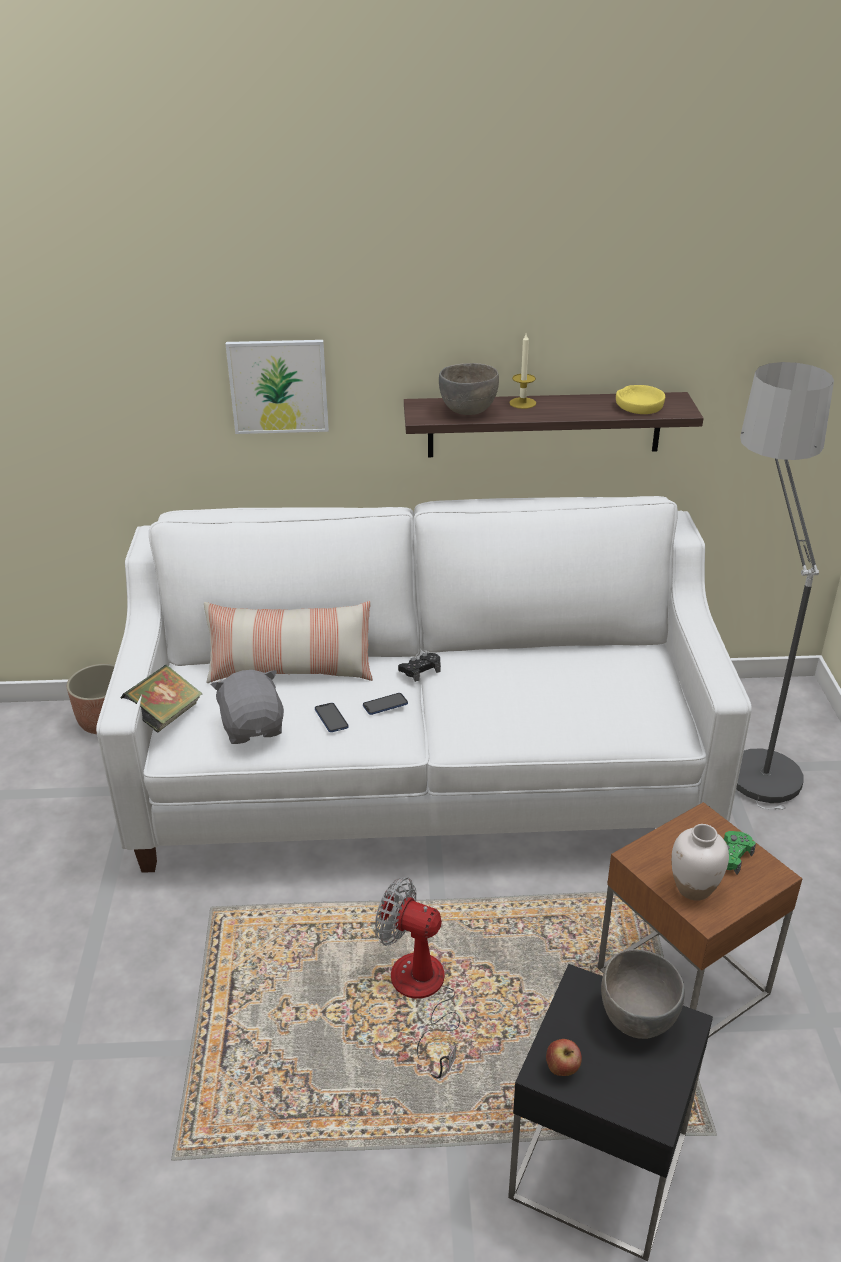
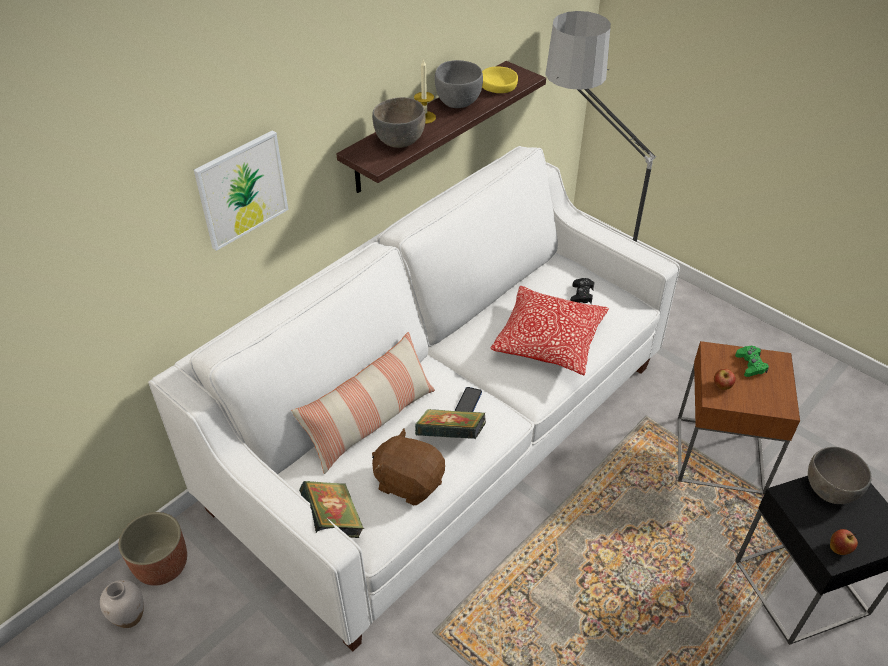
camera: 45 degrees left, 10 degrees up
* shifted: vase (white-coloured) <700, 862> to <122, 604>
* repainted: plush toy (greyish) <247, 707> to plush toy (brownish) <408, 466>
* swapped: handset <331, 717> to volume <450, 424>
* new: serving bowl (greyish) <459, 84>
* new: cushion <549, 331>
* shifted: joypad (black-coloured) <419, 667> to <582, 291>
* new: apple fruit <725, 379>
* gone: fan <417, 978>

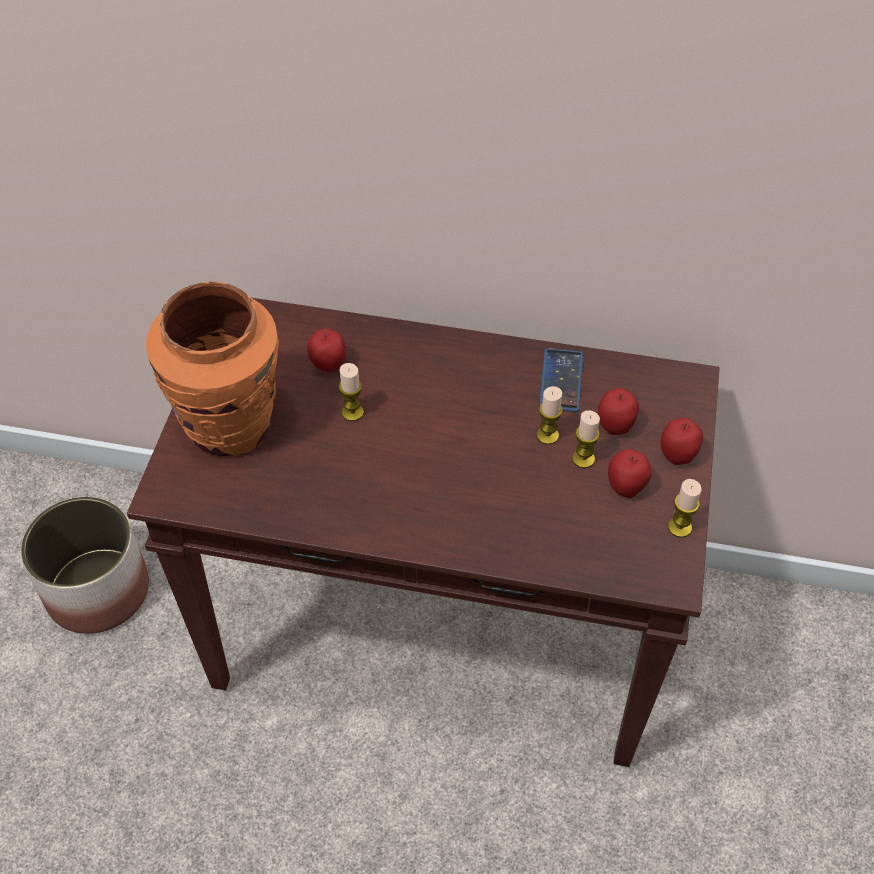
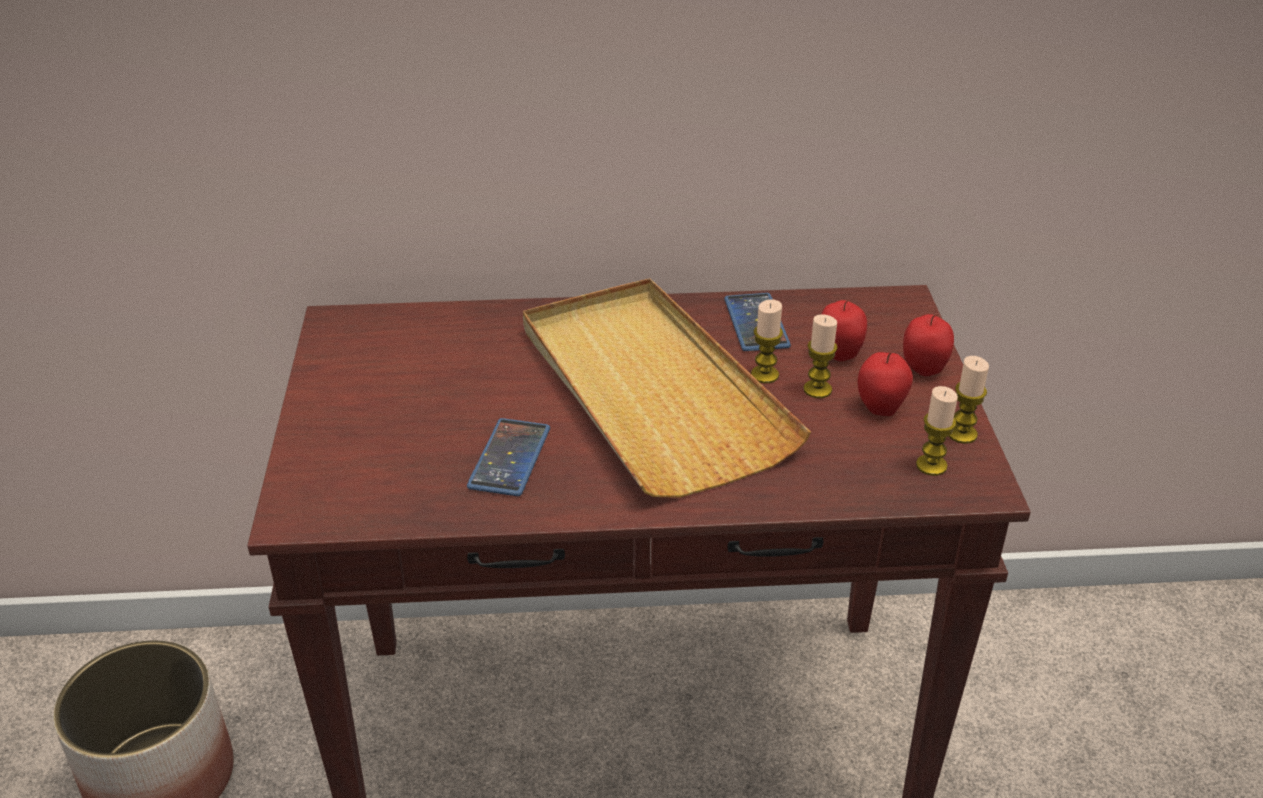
camera: 15 degrees left, 15 degrees down
* new: handset <508, 457>
* new: serving tray (beige-coloured) <667, 387>
* shifted: candle <351, 392> to <937, 431>
* gone: vase (orange) <212, 369>
* gone: apple fruit <326, 350>

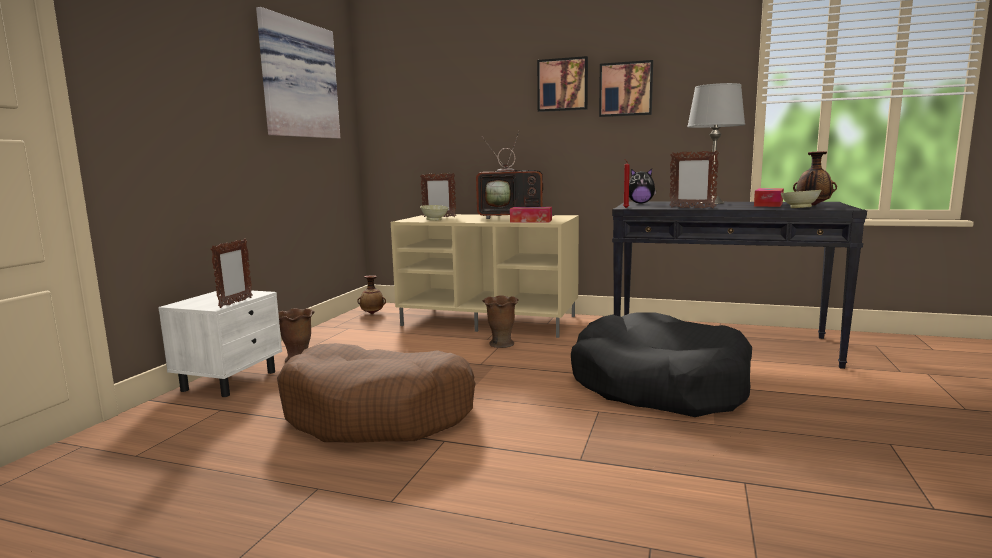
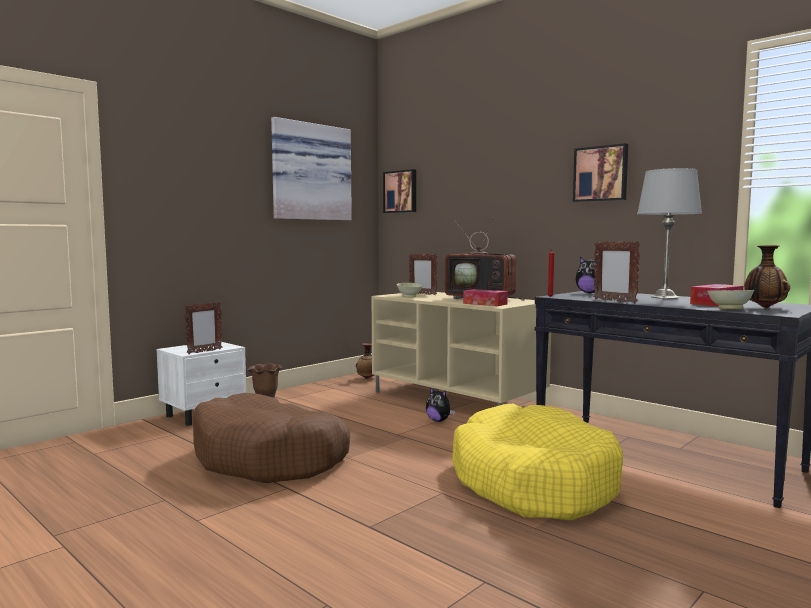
camera: 25 degrees right, 5 degrees down
* shifted: wall art <562, 84> to <399, 191>
* swapped: vase (brownish) <501, 321> to plush toy <440, 404>
* repainted: pet bed (black-coloured) <661, 364> to pet bed (yellow) <537, 462>

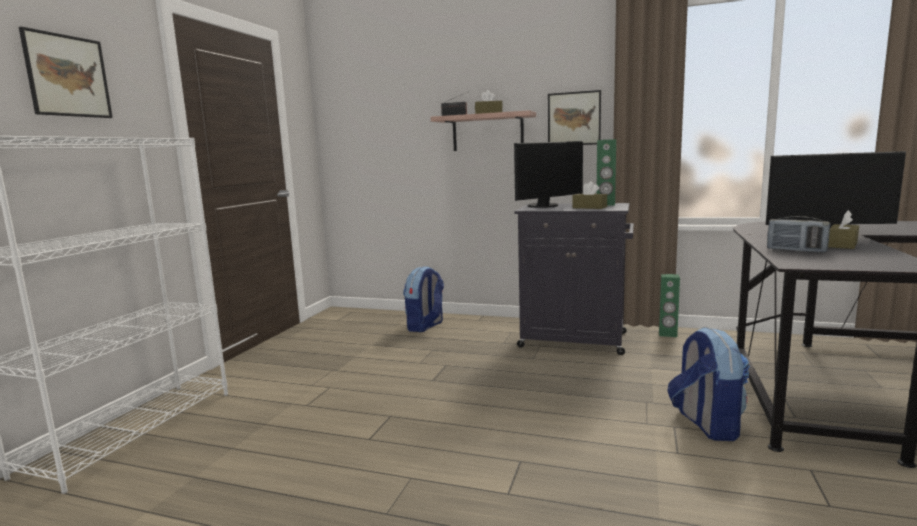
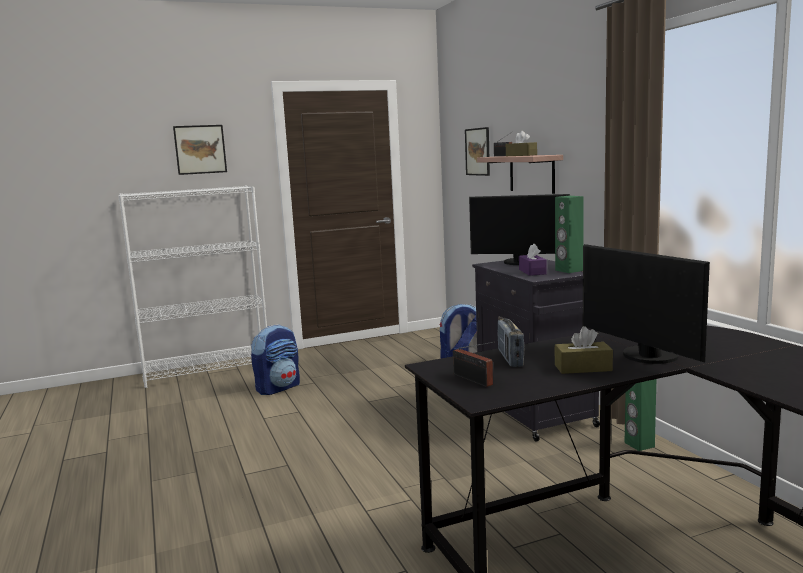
camera: 50 degrees right, 0 degrees up
* shifted: backpack <709, 384> to <275, 359>
* new: radio <474, 364>
* shifted: wall art <574, 117> to <477, 151>
* repainted: tissue holder (brownish) <590, 195> to tissue holder (purplish) <533, 259>

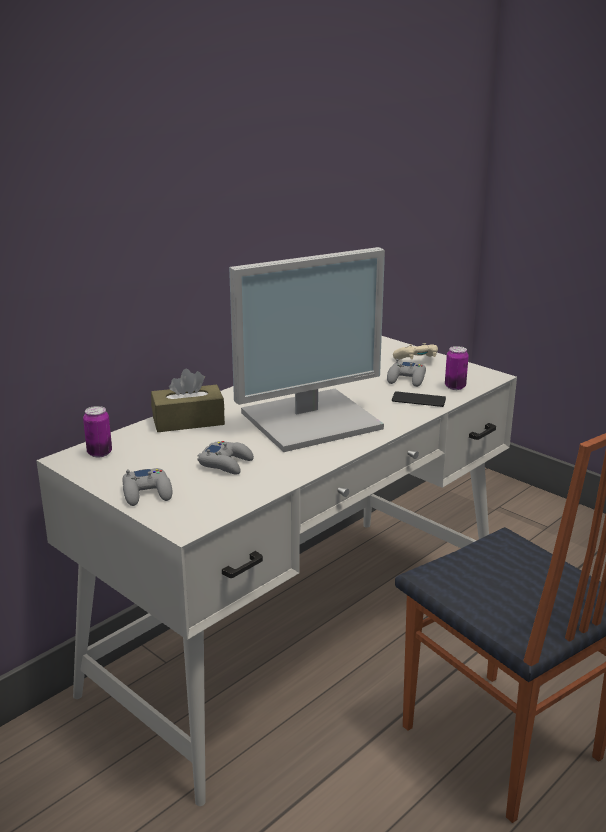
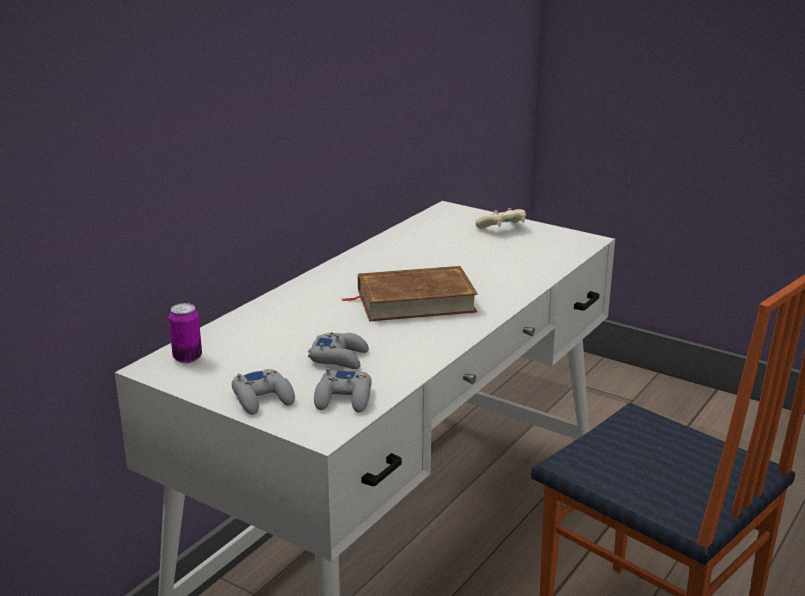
camera: 10 degrees left, 0 degrees up
* shifted: joypad (greyish) <406, 373> to <343, 390>
* swapped: computer screen <307, 349> to volume (brownish) <410, 293>
* gone: tissue holder (brownish) <188, 400>
* gone: handset <419, 399>
* gone: sealed can <457, 368>

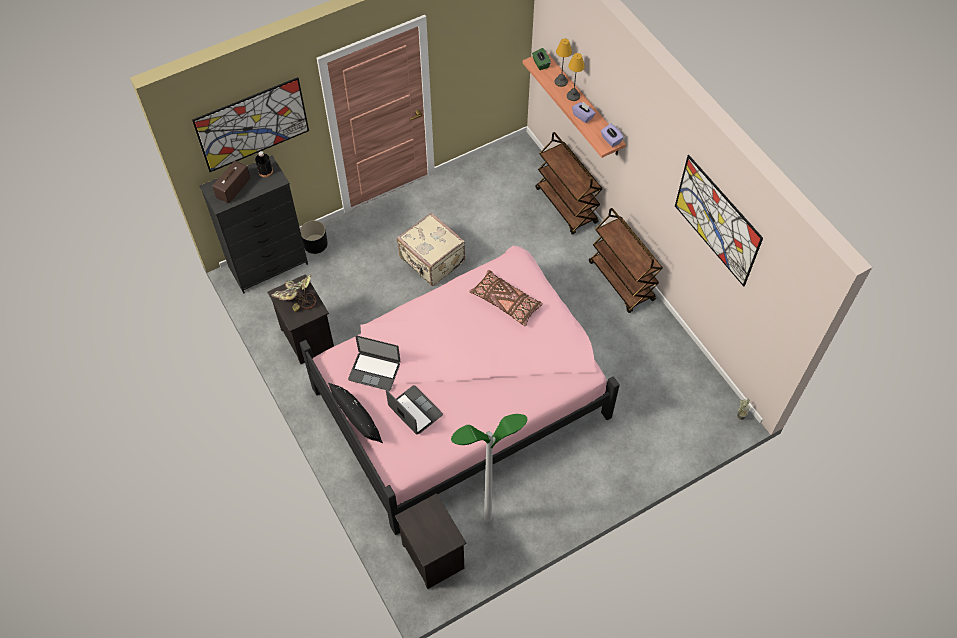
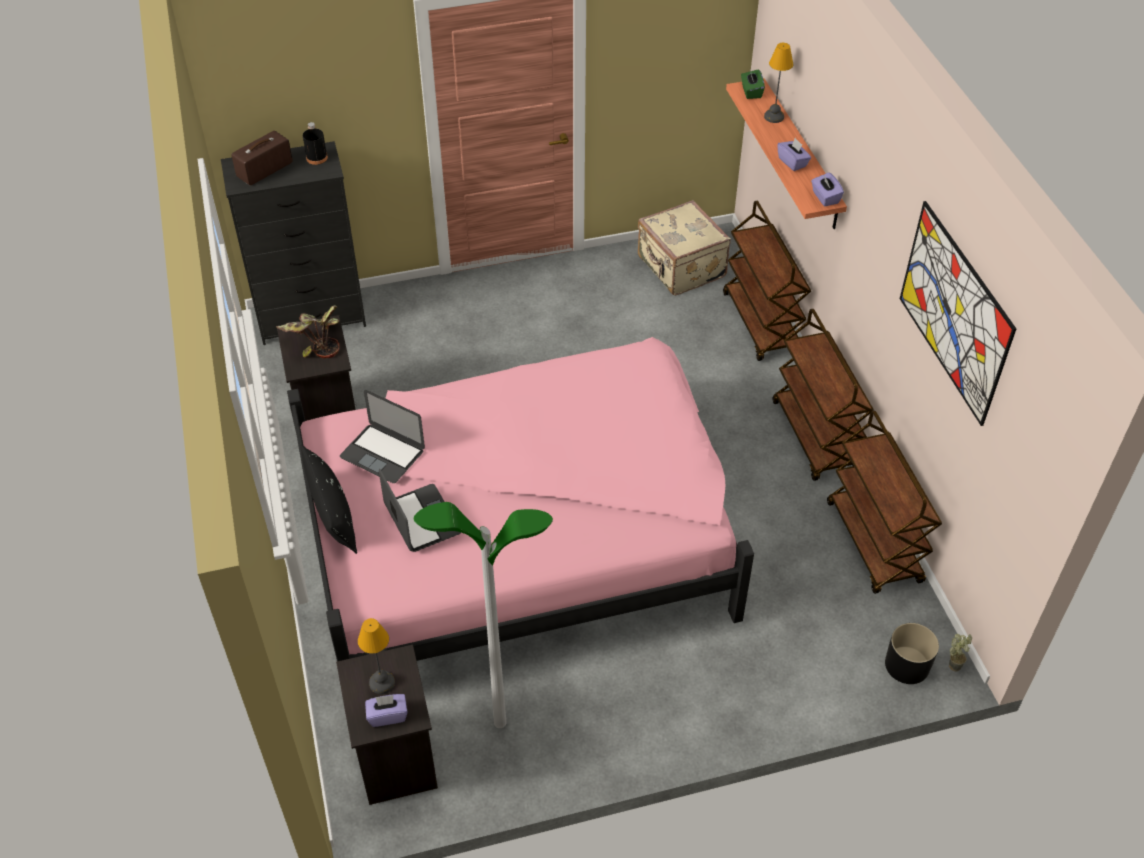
camera: 15 degrees right, 10 degrees down
* shifted: lamp for a table <576, 77> to <376, 656>
* new: tissue holder (purplish) <386, 710>
* shifted: travel case (beige-coloured) <431, 249> to <684, 247>
* new: trolley (brownish) <884, 502>
* shifted: planter (black-coloured) <314, 237> to <912, 653>
* gone: wall art <250, 124>
* gone: cushion (brownish) <506, 298>

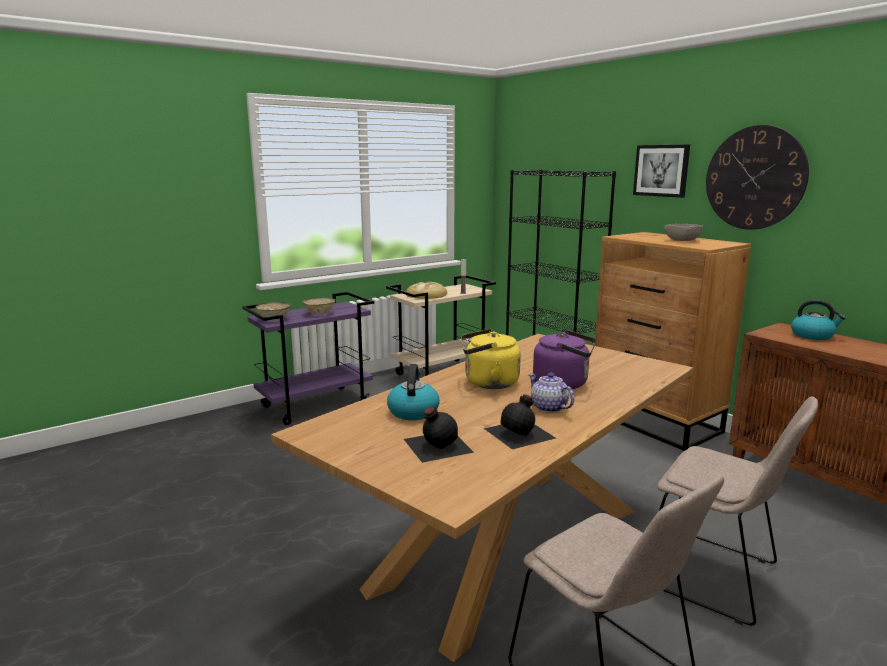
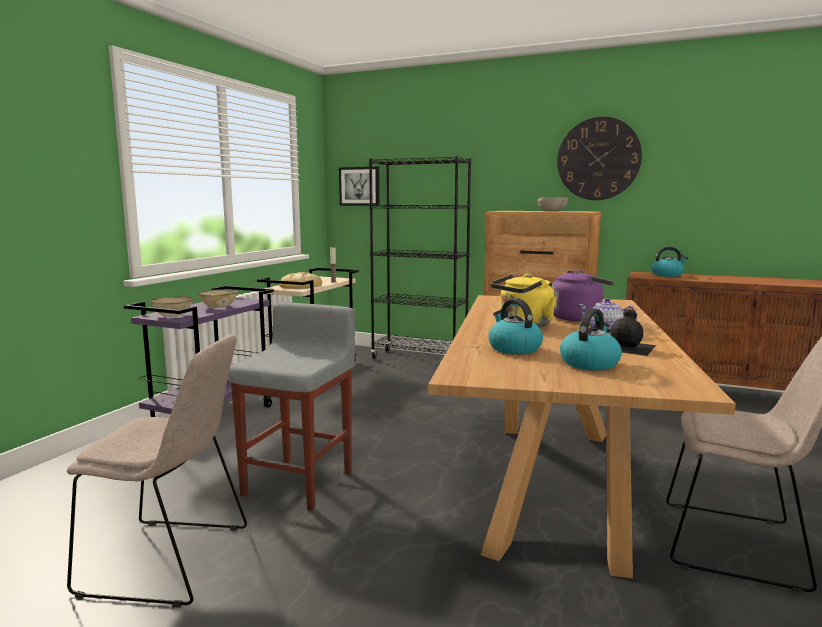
camera: 30 degrees left, 5 degrees down
* shifted: chair (beige-coloured) <737, 511> to <157, 471>
* new: sitting stool (greyish) <291, 406>
* shifted: wall art <661, 171> to <359, 186>
* swapped: drink bottle (black-coloured) <439, 435> to tea kettle <591, 339>

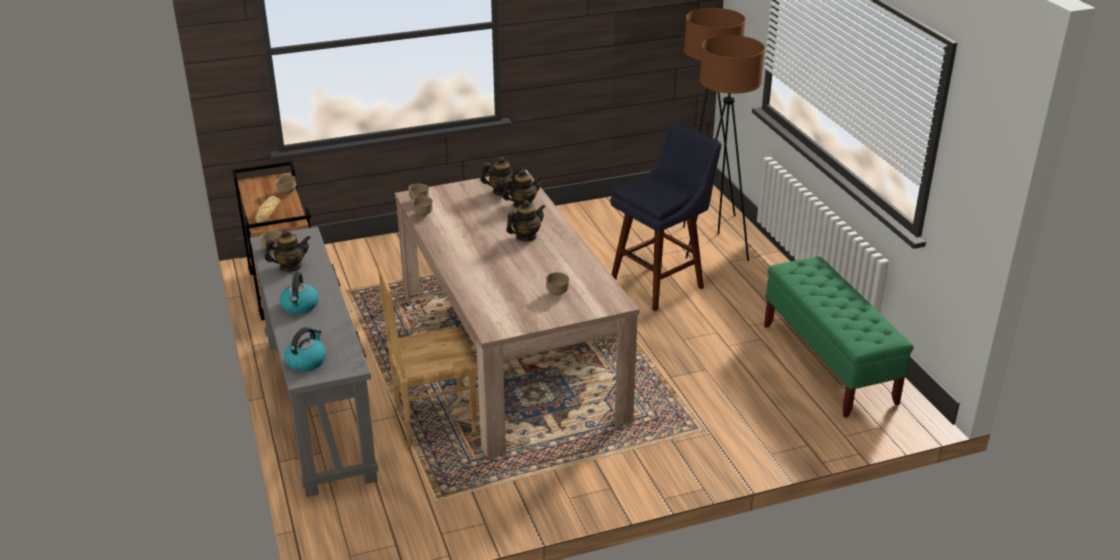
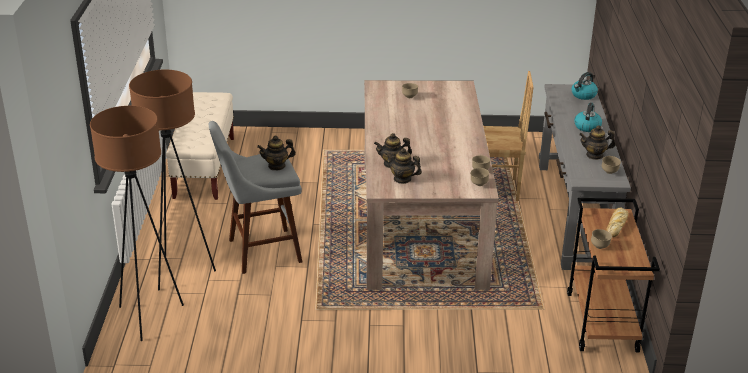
camera: 160 degrees left, 0 degrees up
* repainted: long seat (green-coloured) <839, 337> to long seat (beige-coloured) <200, 146>
* repainted: sitting stool (blue-coloured) <666, 216> to sitting stool (greyish) <256, 197>
* shifted: teapot <525, 220> to <276, 153>

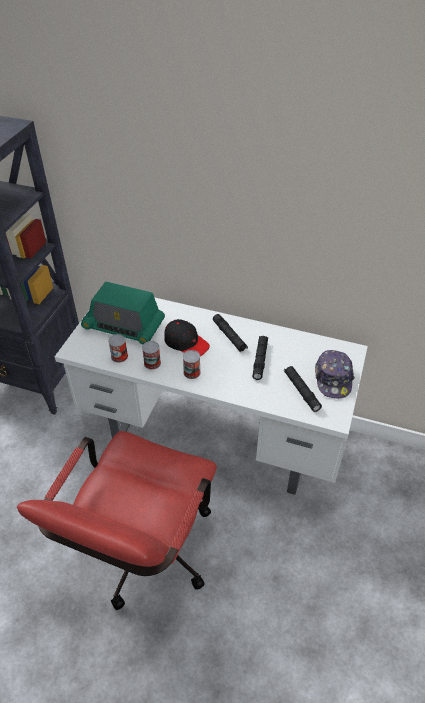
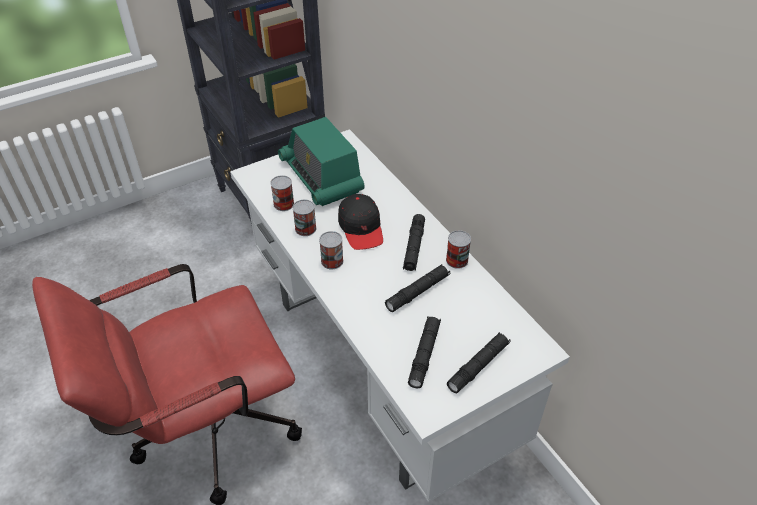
camera: 40 degrees right, 0 degrees up
* new: sealed can <458, 249>
* swapped: baseball cap <335, 374> to torch (black-coloured) <478, 363>

